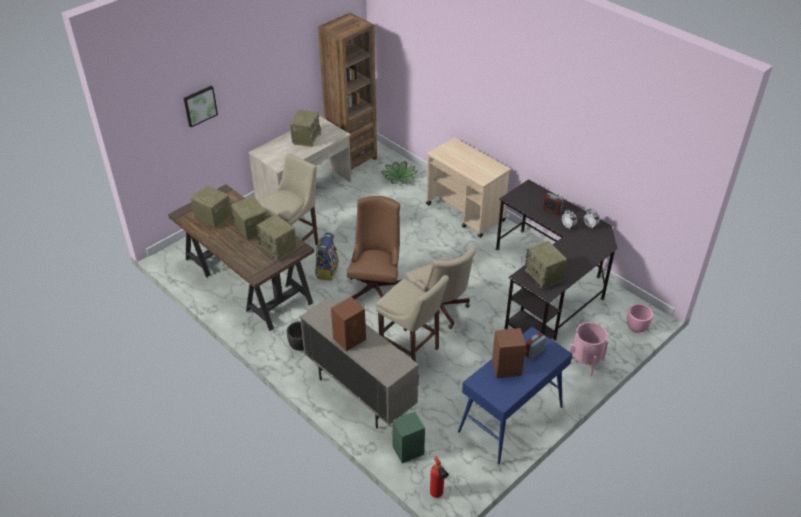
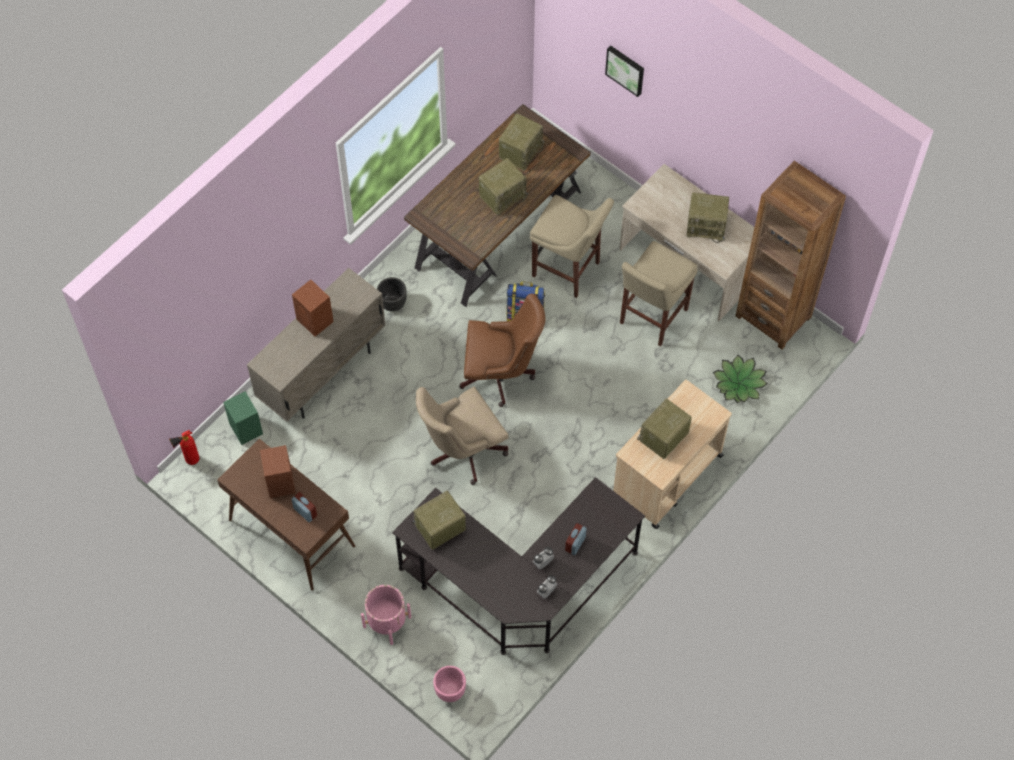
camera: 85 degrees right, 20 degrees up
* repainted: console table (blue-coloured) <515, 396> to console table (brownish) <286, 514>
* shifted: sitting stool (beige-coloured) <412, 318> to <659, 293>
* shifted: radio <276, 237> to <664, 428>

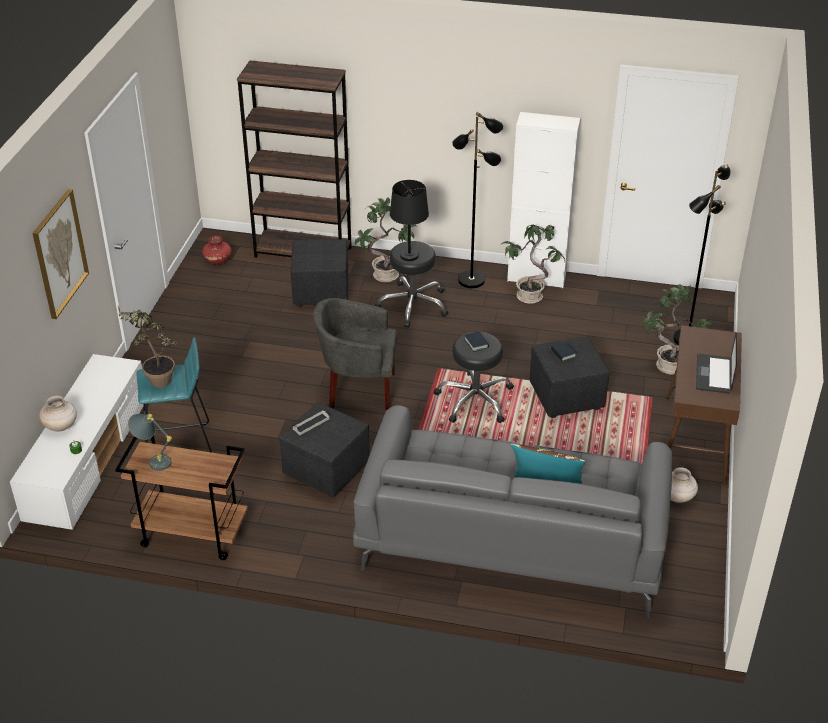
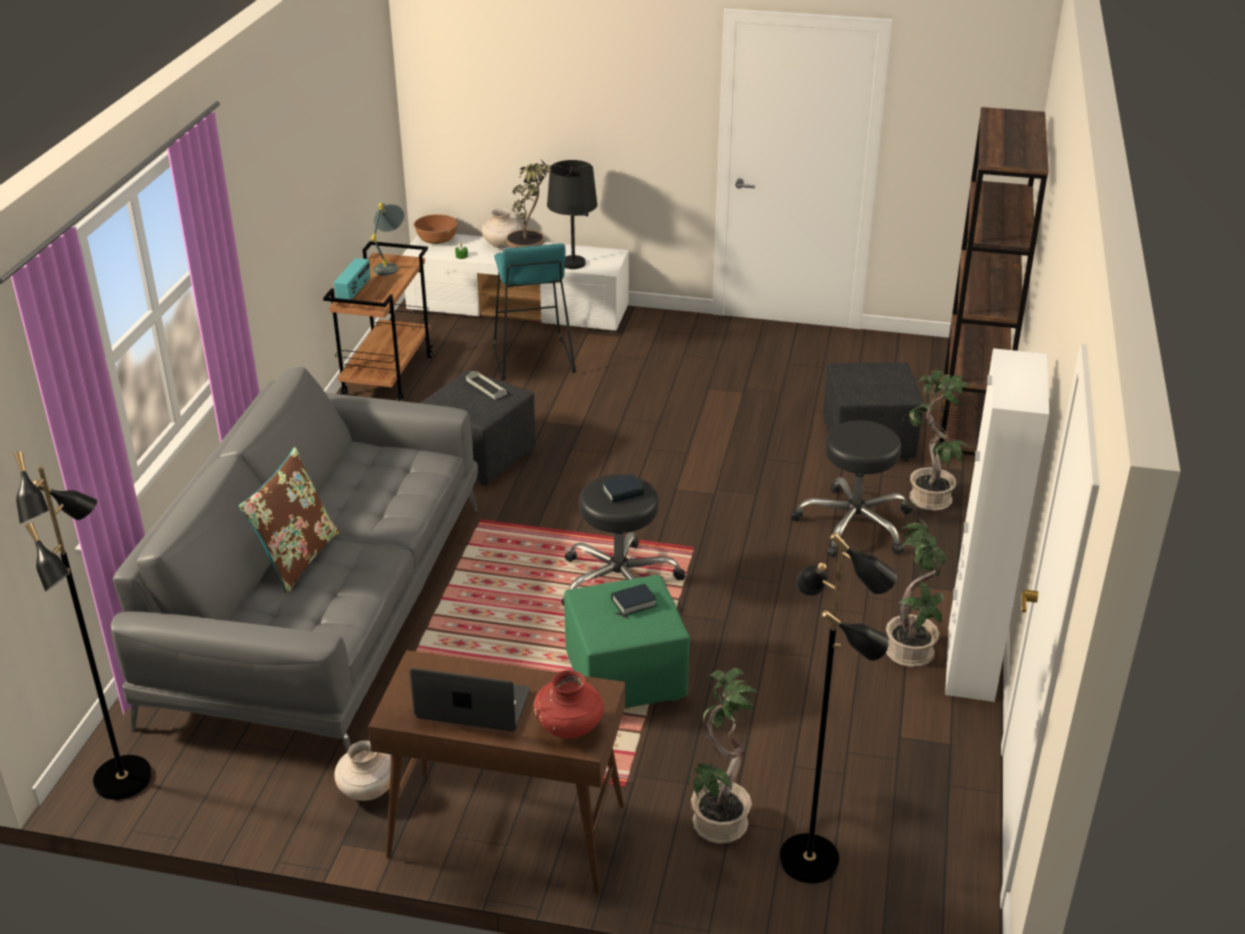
camera: 90 degrees right, 5 degrees down
* shifted: standing lamp (black-coloured) <477, 200> to <83, 625>
* new: radio <352, 279>
* new: serving bowl (brownish) <436, 229>
* shifted: vase (reddish) <217, 250> to <569, 704>
* shifted: lamp for a table (black-coloured) <409, 220> to <572, 214>
* repainted: footrest (black-coloured) <570, 377> to footrest (green-coloured) <627, 641>
* gone: wall art <61, 254>
* gone: lounge chair (greyish) <355, 354>

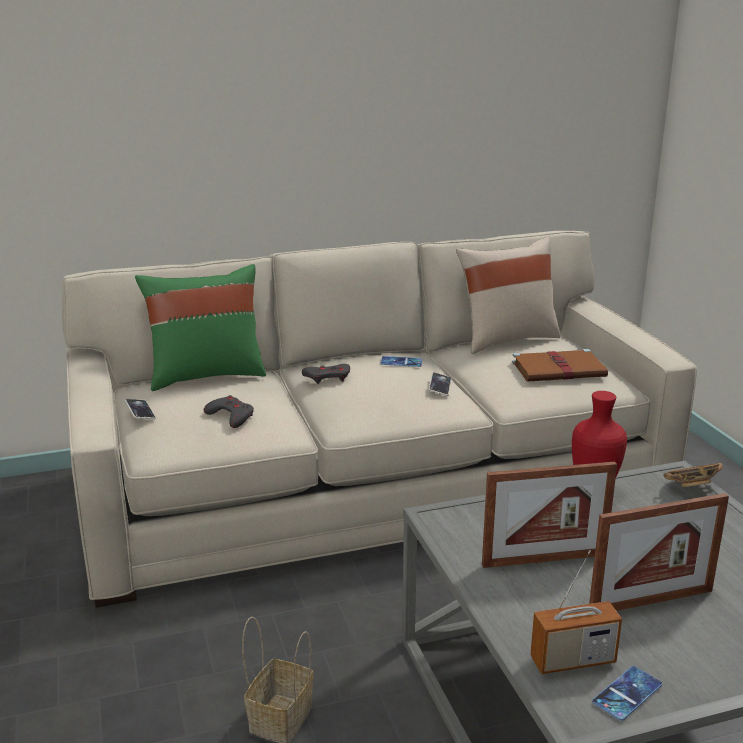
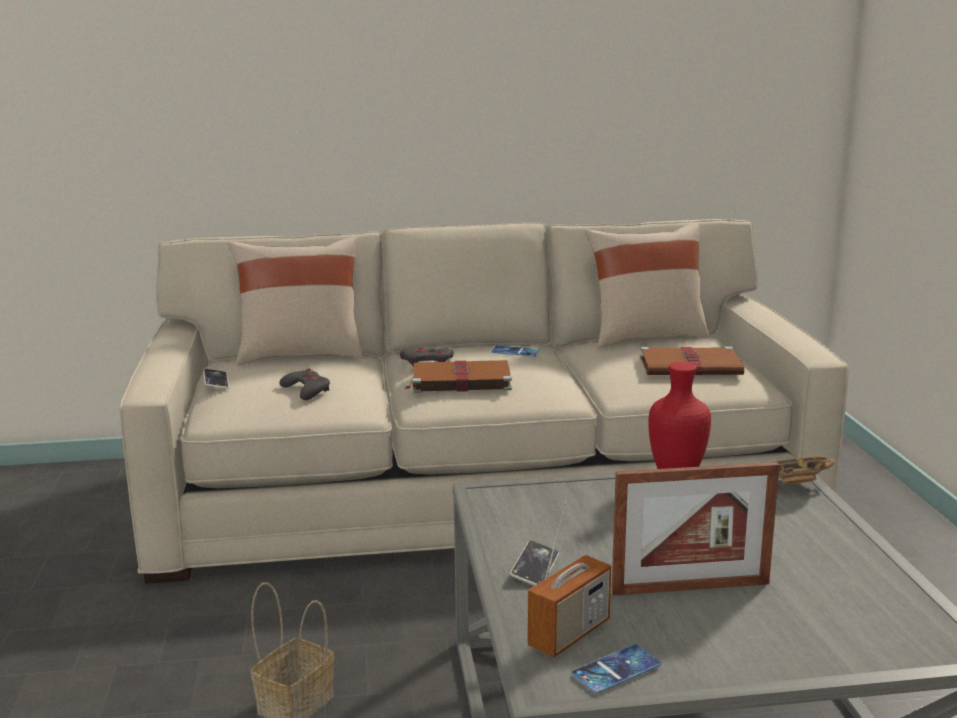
camera: 10 degrees right, 5 degrees down
* repainted: cushion (green-coloured) <200, 327> to cushion (beige-coloured) <295, 300>
* new: volume (brownish) <458, 376>
* shifted: handset <440, 384> to <534, 563>
* rotated: radio <576, 612> = <569, 579> 45 degrees counterclockwise
* gone: picture frame <549, 515>

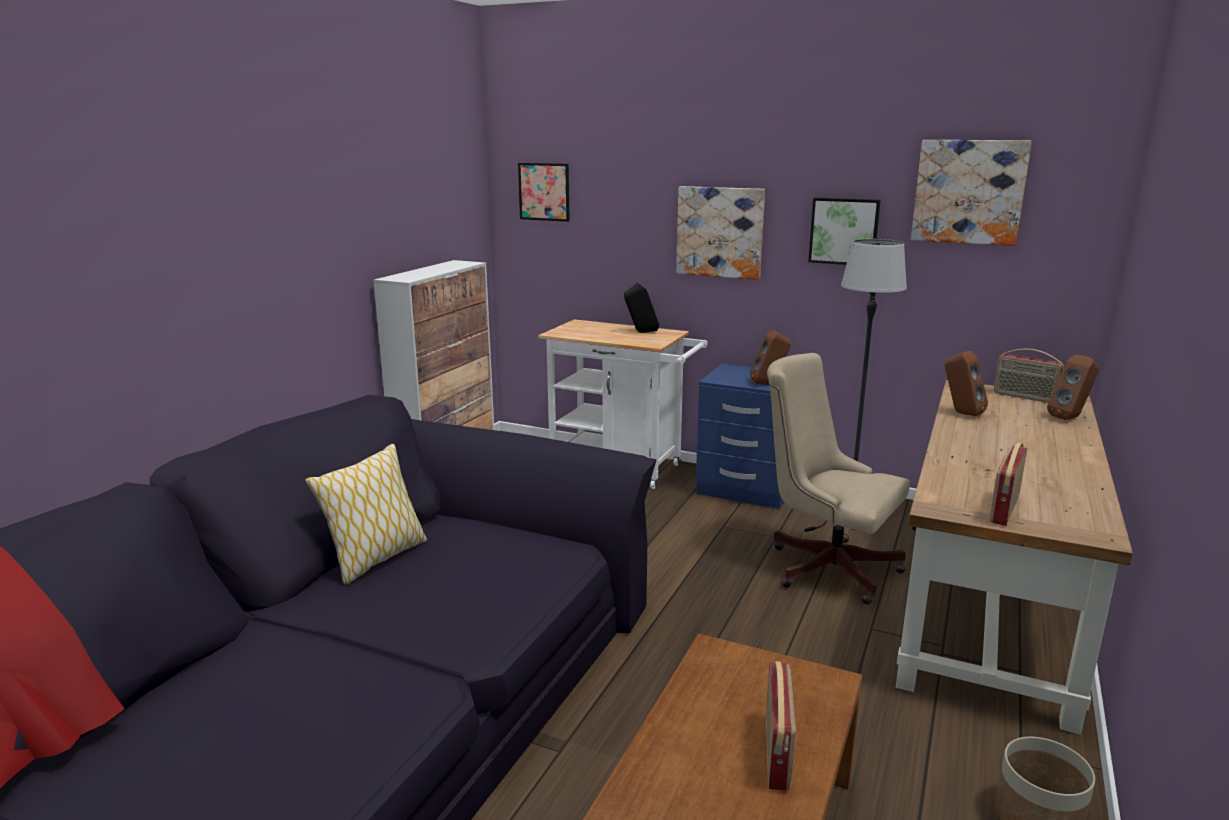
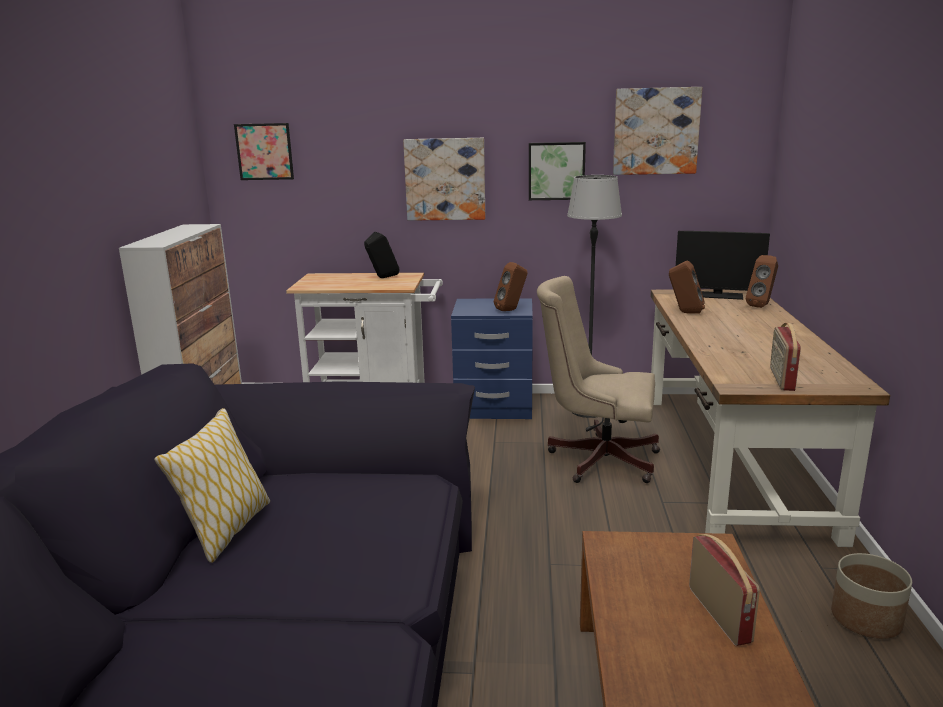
camera: 20 degrees left, 0 degrees up
* swapped: radio <1029, 376> to computer screen <723, 265>

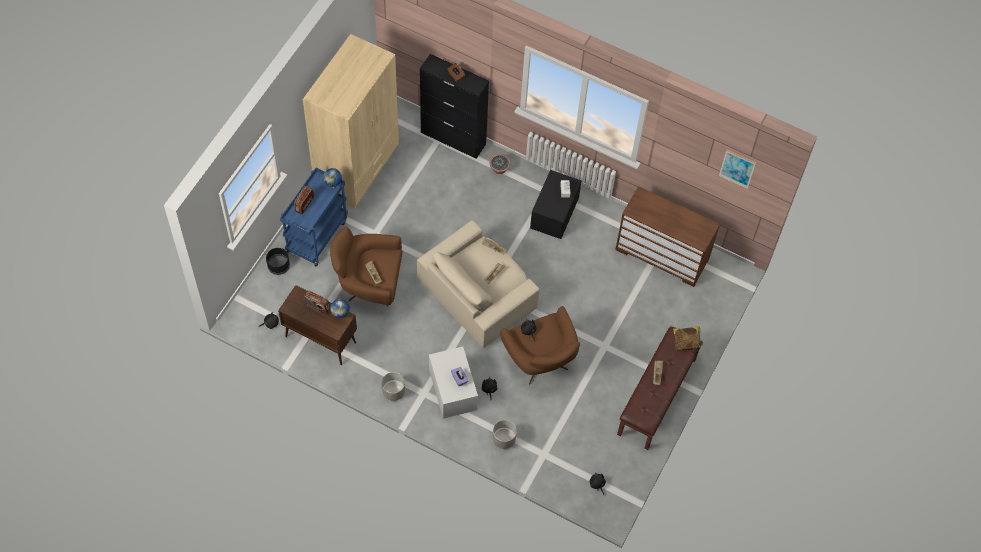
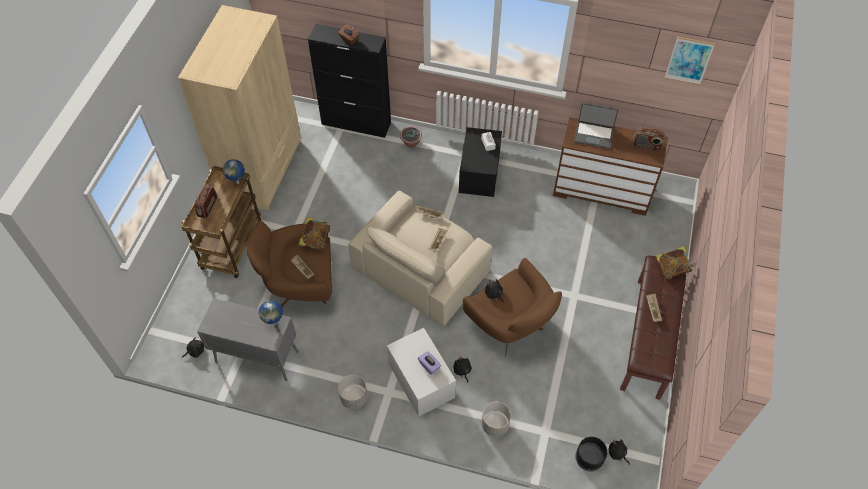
camera: 10 degrees left, 5 degrees down
* repainted: trolley (blue-coloured) <314, 217> to trolley (brownish) <221, 222>
* repainted: cabinet (brownish) <317, 325> to cabinet (greyish) <248, 339>
* new: volume <314, 234>
* new: laptop <596, 126>
* shifted: planter (black-coloured) <278, 261> to <592, 454>
* shifted: radio <317, 303> to <649, 139>

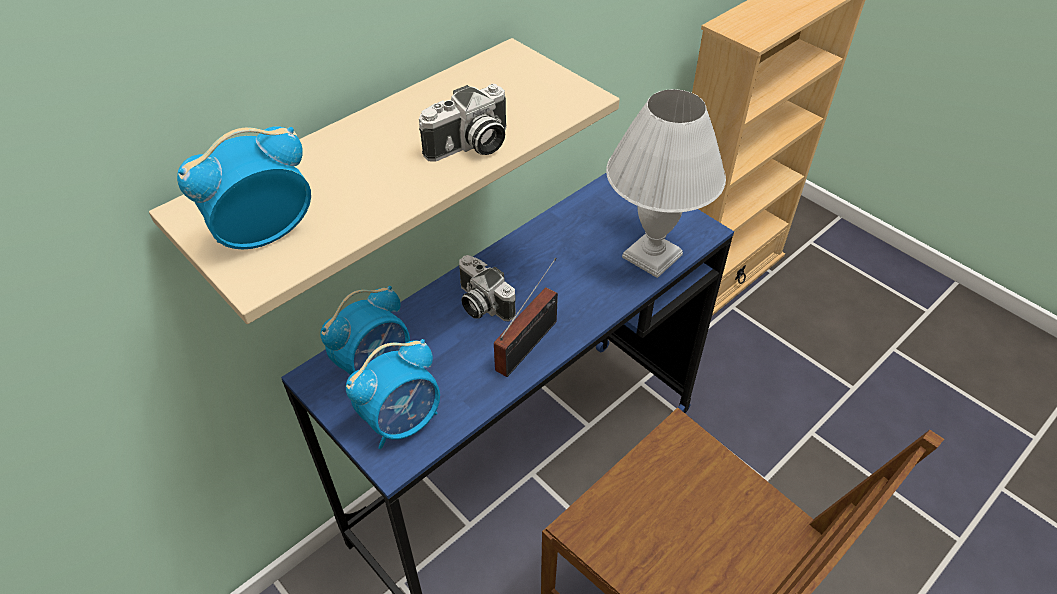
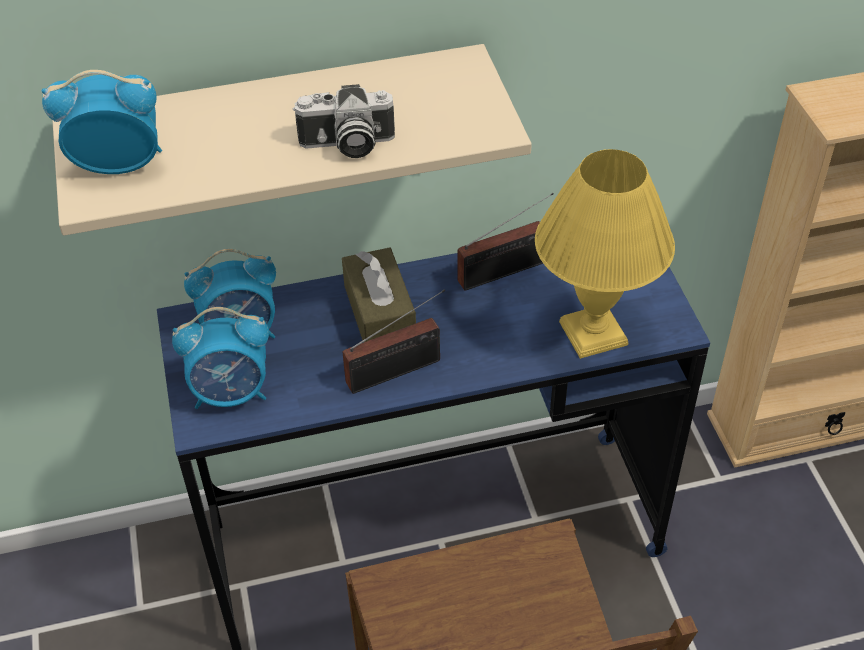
camera: 30 degrees right, 0 degrees up
* swapped: photo camera <487, 288> to tissue holder (brownish) <379, 295>
* new: radio <506, 242>
* repainted: lamp for a table (white-coloured) <666, 183> to lamp for a table (yellow) <605, 254>

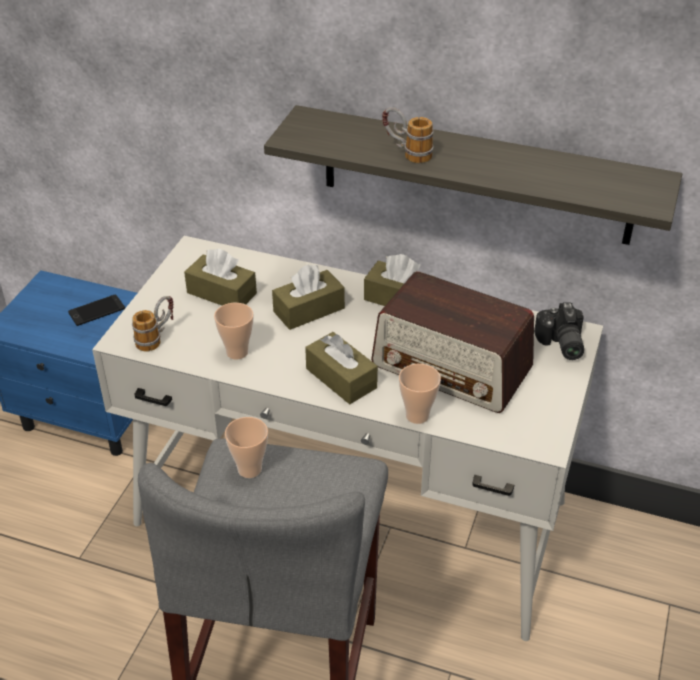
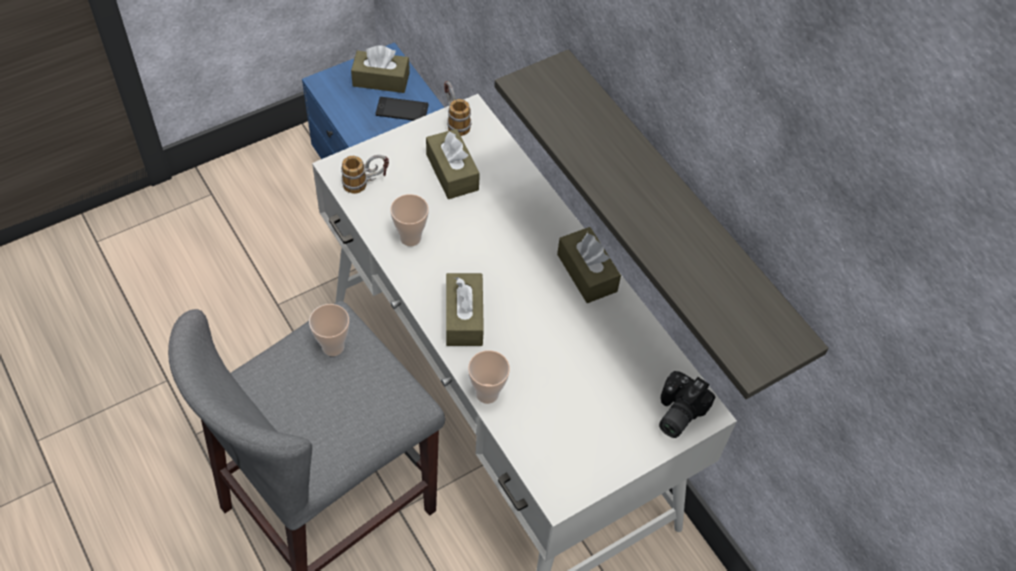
camera: 35 degrees right, 15 degrees up
* shifted: tissue holder (brownish) <308, 297> to <380, 69>
* shifted: tea mug <408, 135> to <457, 108>
* gone: radio <452, 342>

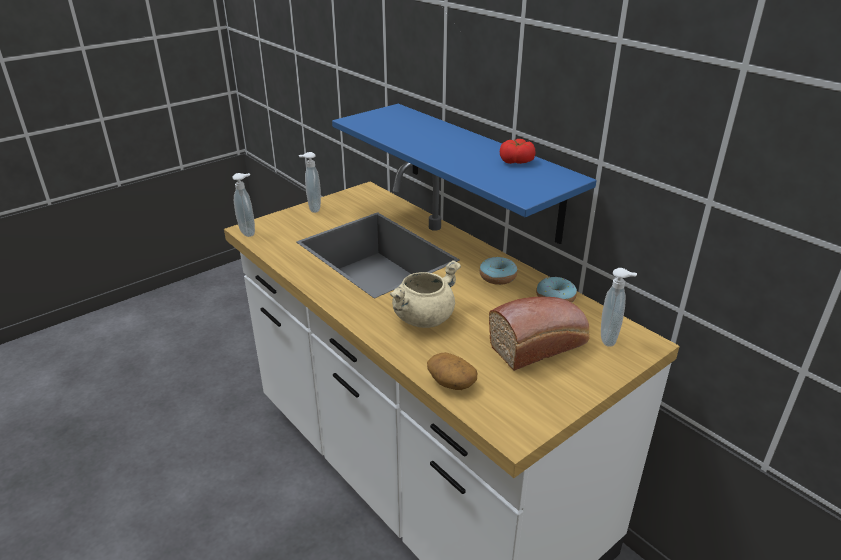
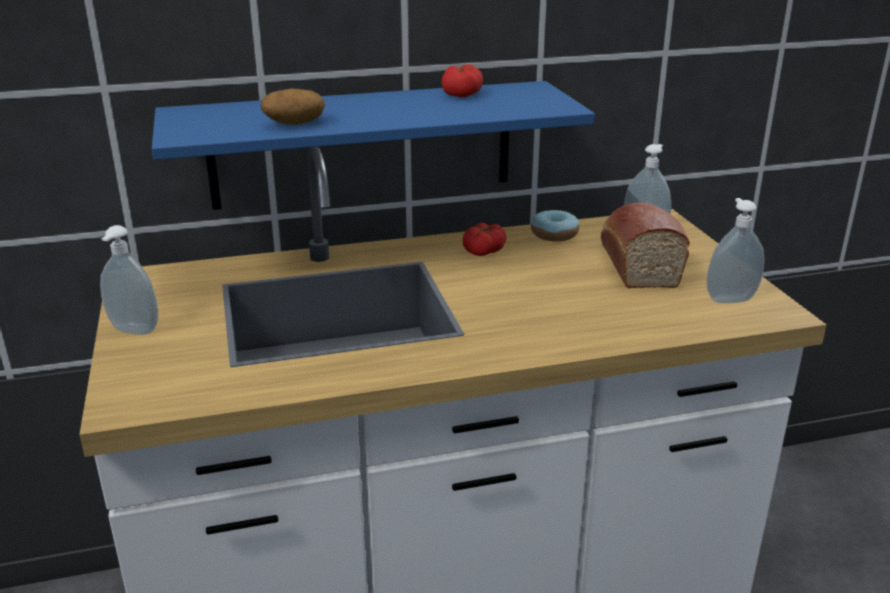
camera: 65 degrees left, 5 degrees down
* shifted: spud <452, 371> to <293, 107>
* swapped: ring doughnut <498, 271> to fresh tomato <484, 239>
* shifted: soap dispenser <244, 205> to <735, 250>
* gone: cooking pot (beige-coloured) <425, 294>

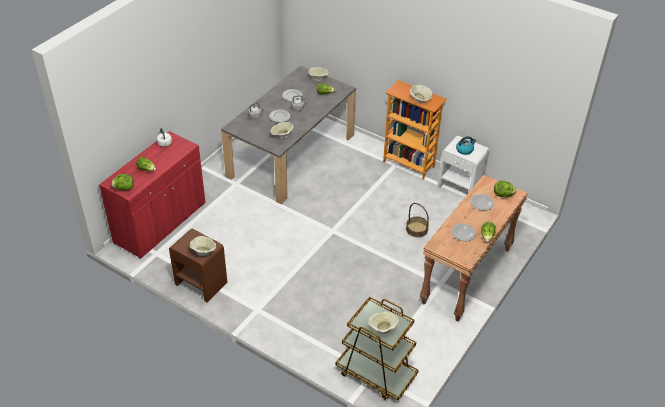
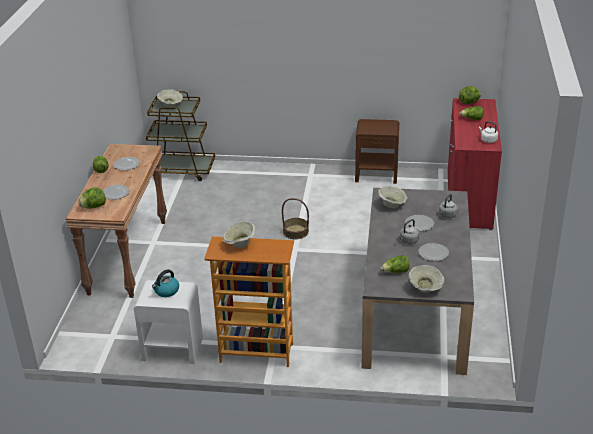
camera: 155 degrees right, 10 degrees down
* shifted: basket <417, 220> to <295, 218>
* gone: serving bowl (beige-coloured) <203, 246>

